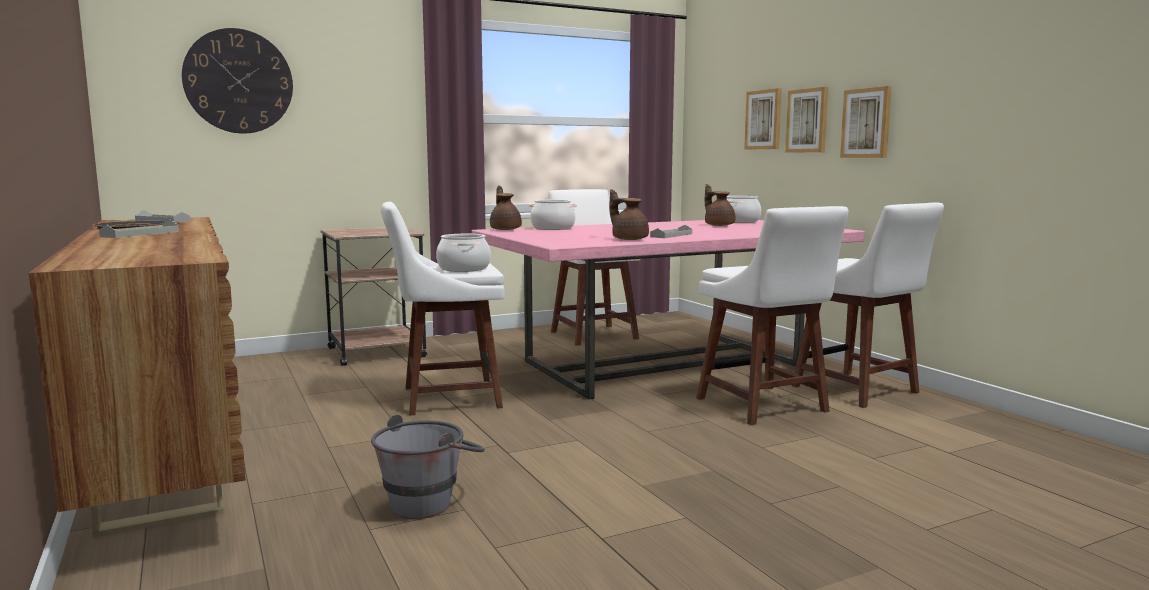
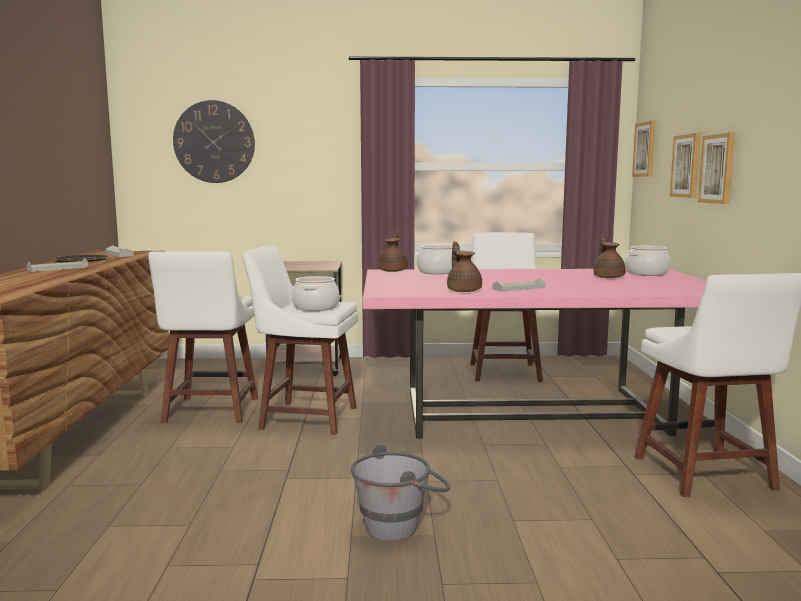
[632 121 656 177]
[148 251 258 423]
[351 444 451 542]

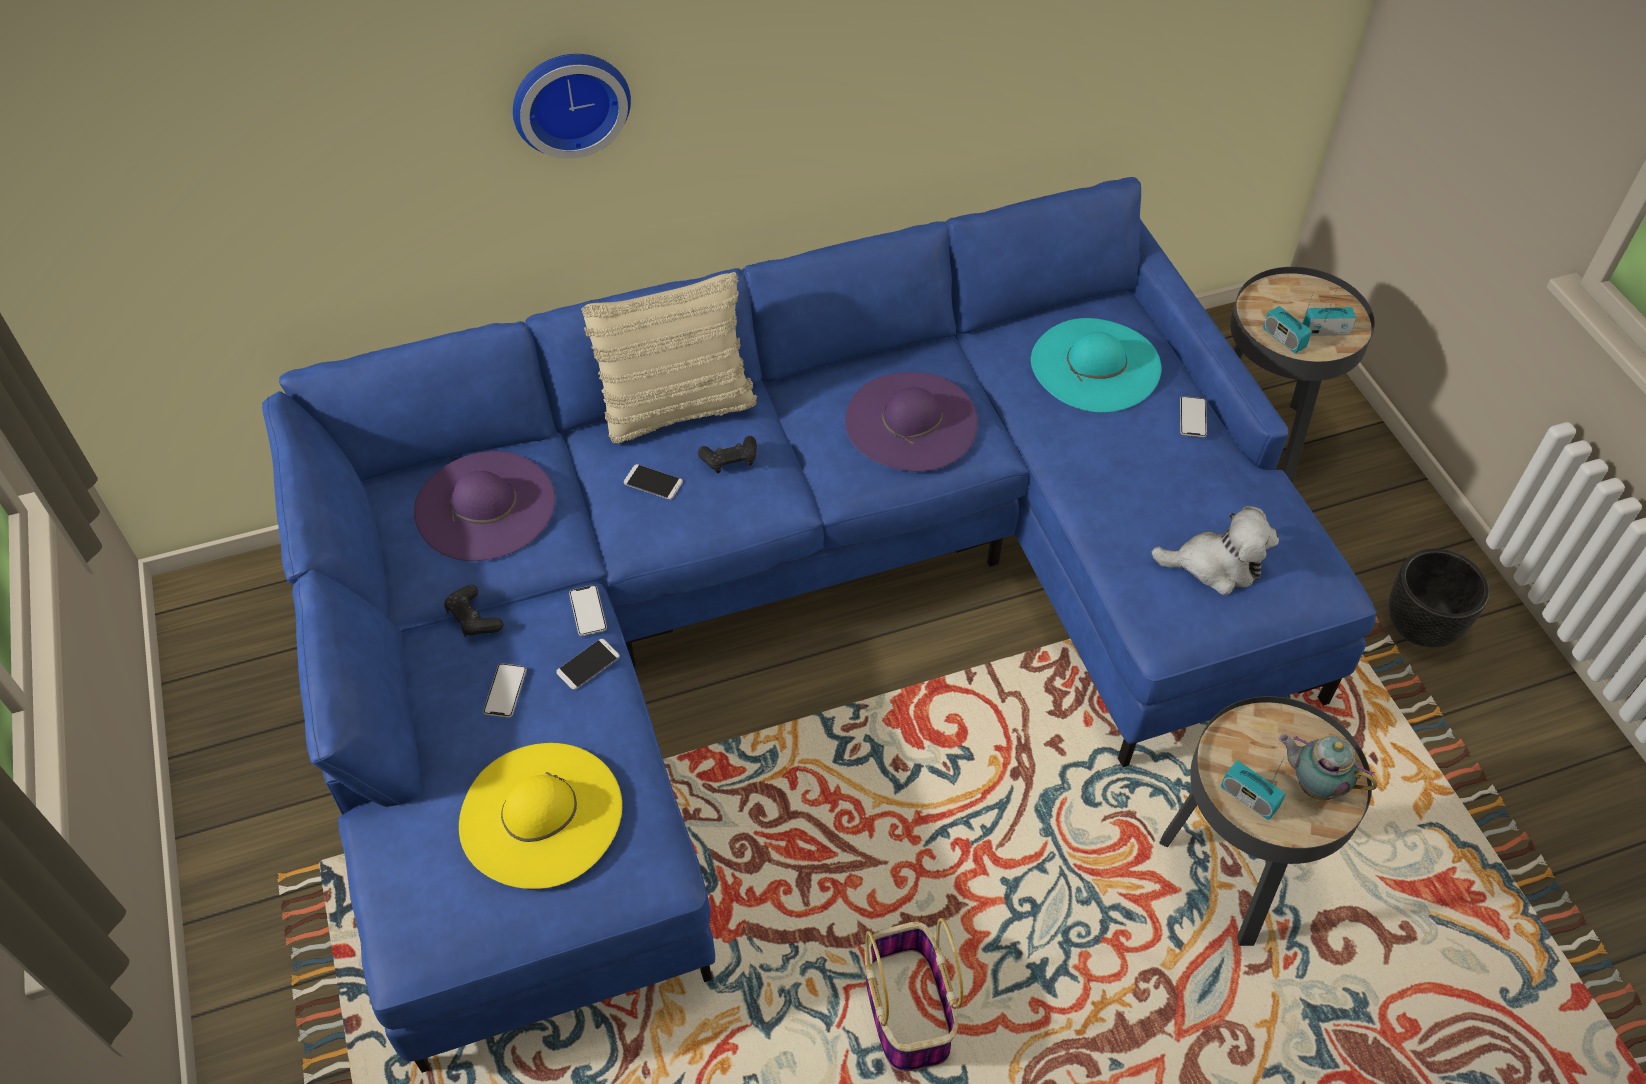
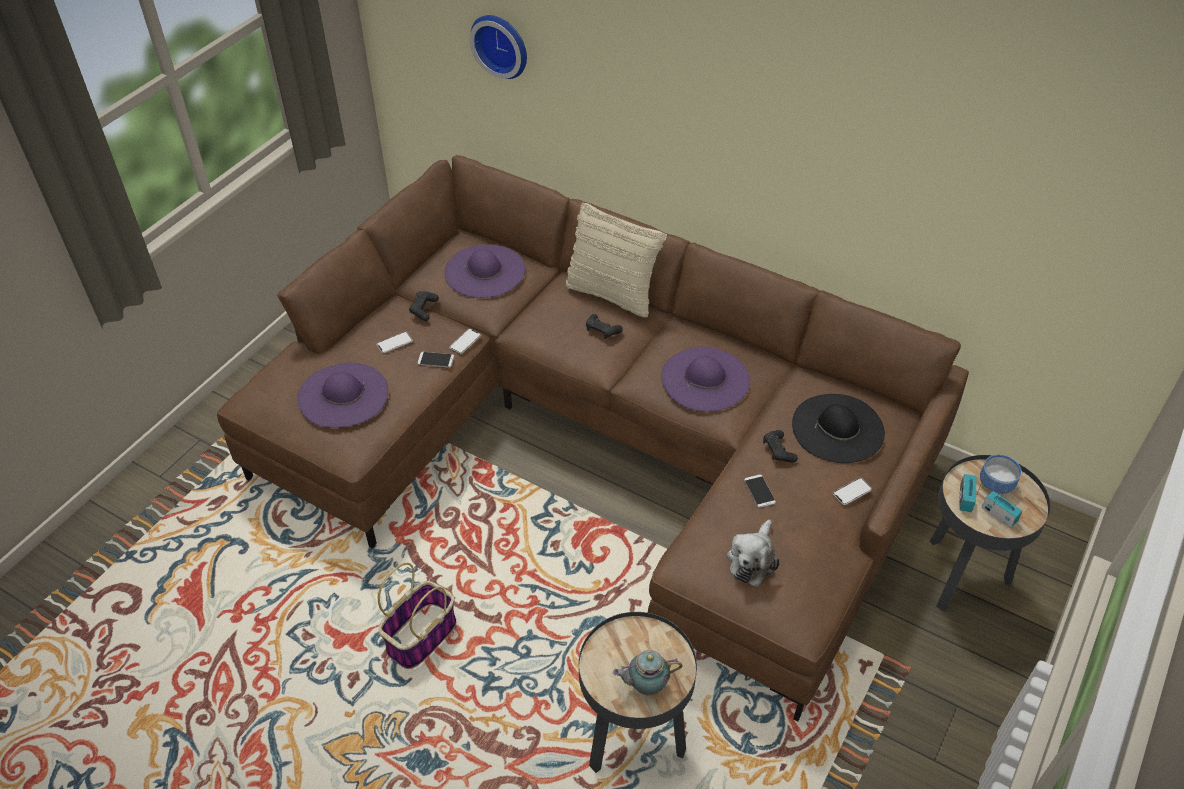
[470 15 527 79]
[217 155 969 722]
[792 394 885 463]
[744 474 776 508]
[727 519 780 587]
[1388 548 1490 647] (first image)
[613 650 683 695]
[298 362 388 428]
[1221 754 1286 820] (first image)
[763 430 798 463]
[980 455 1021 494]

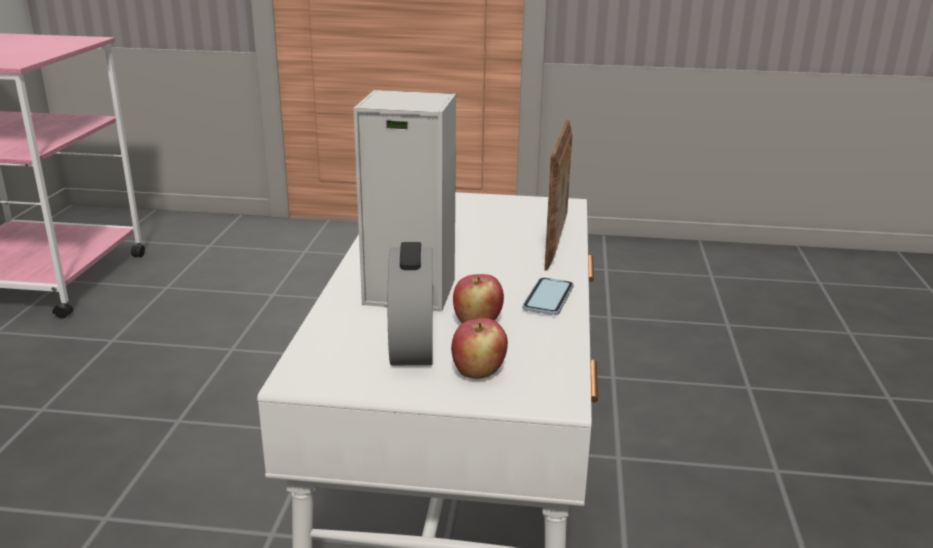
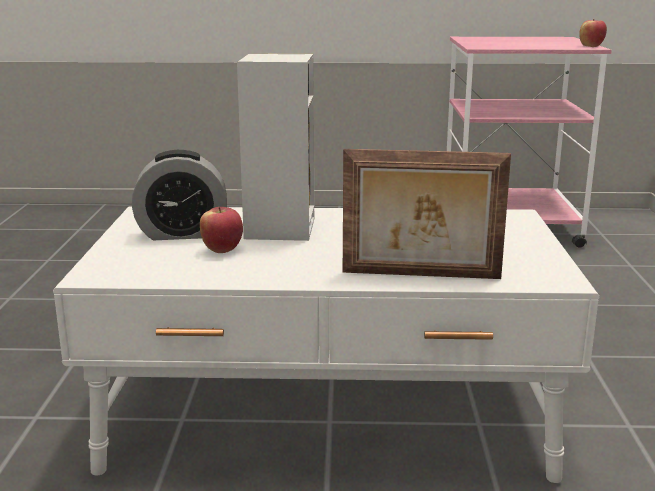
[523 278 574 315] (first image)
[579 19 607 47]

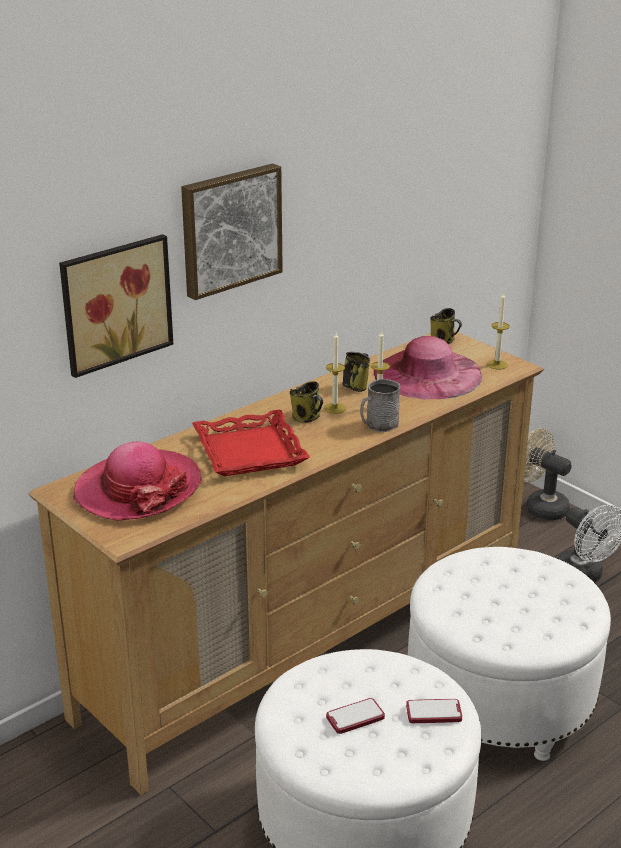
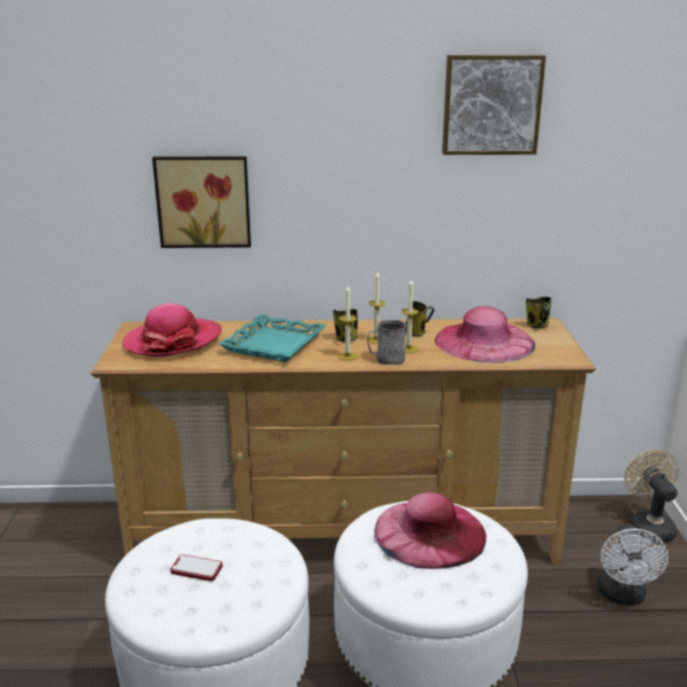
[442 55 546 155]
[338 286 358 361]
[219 314 326 362]
[406 699 462 723] (first image)
[374 493 487 569]

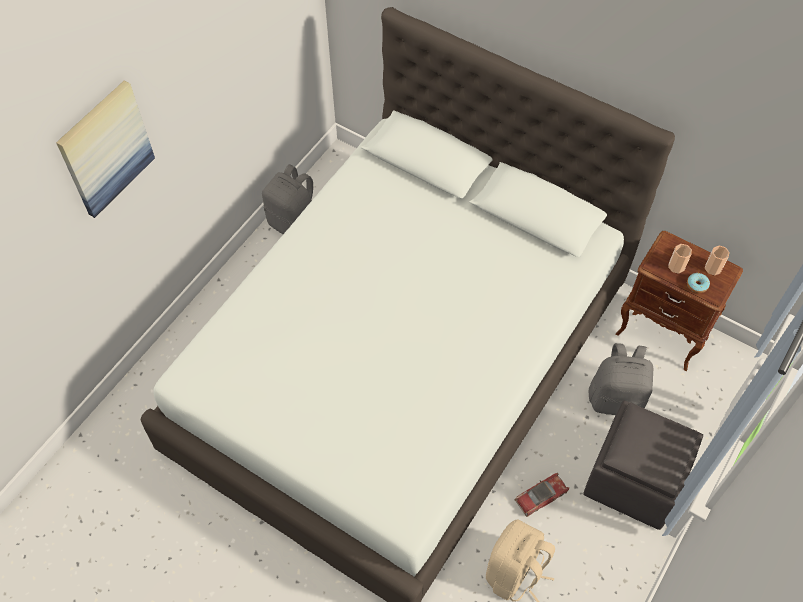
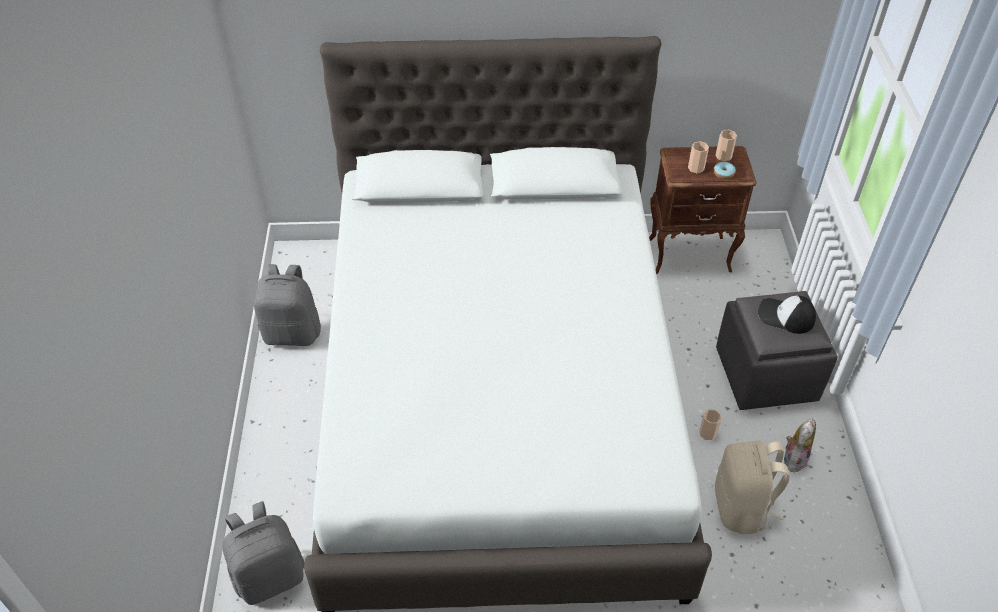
[56 81 155 218] (first image)
[222 501 304 605]
[699 409 721 440]
[758 295 816 334]
[784 418 816 472]

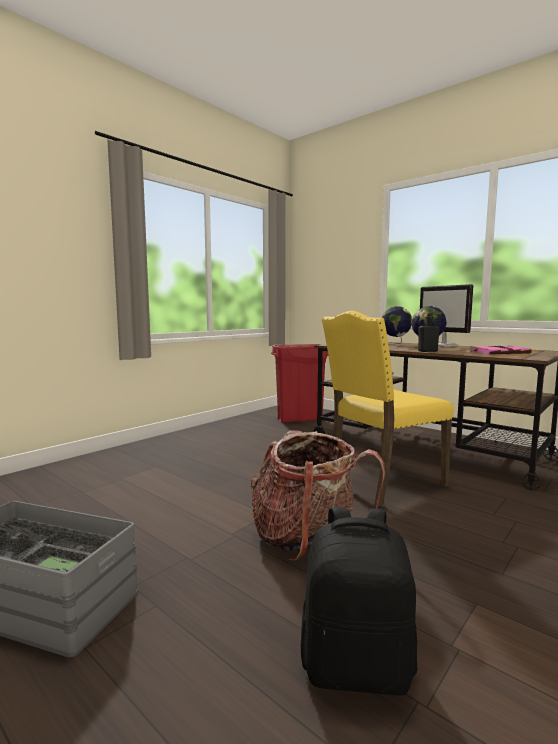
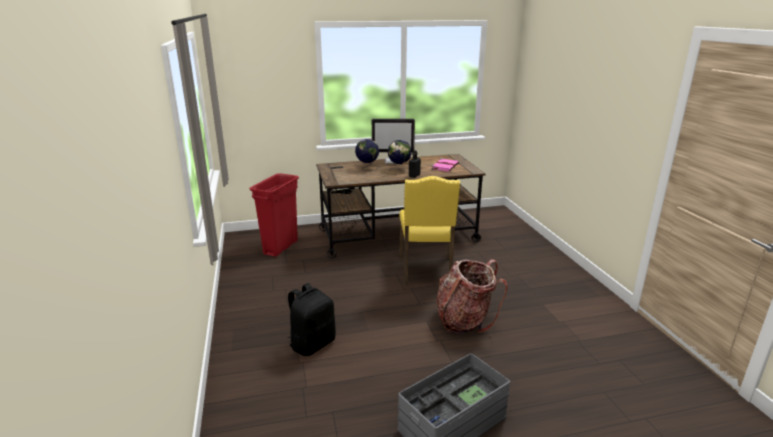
[288 283 336 356]

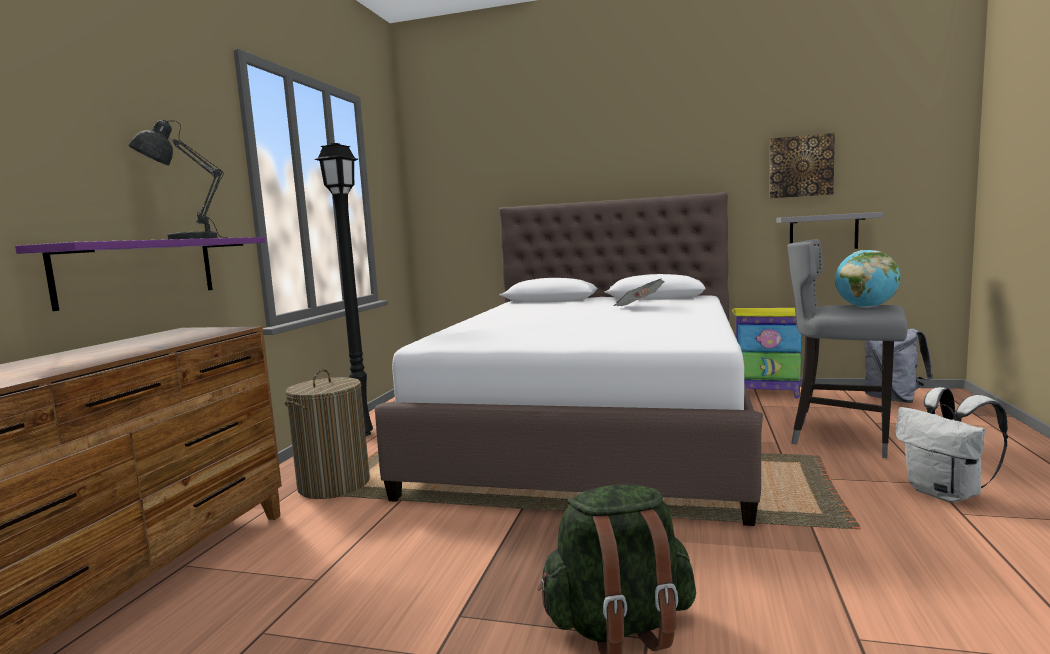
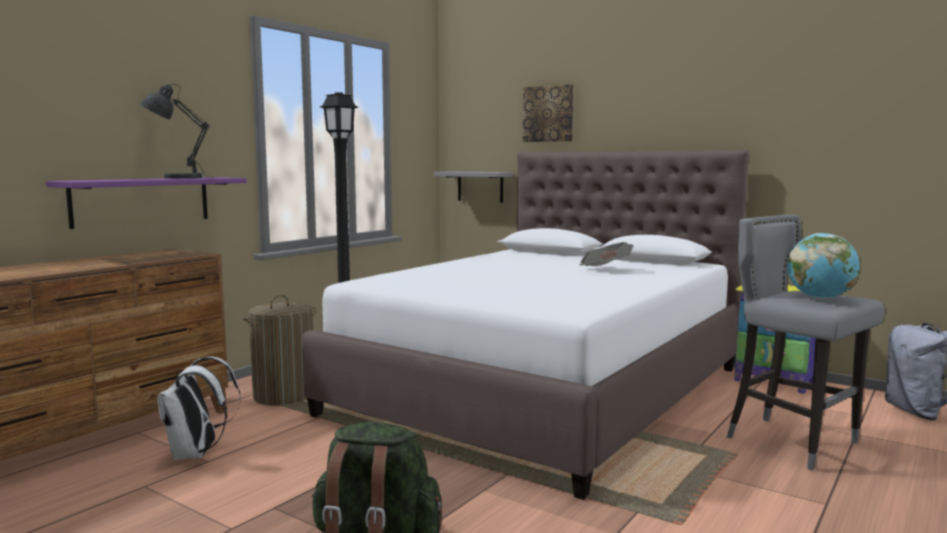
[523 84 574 142]
[434 172 513 203]
[158 356 241 460]

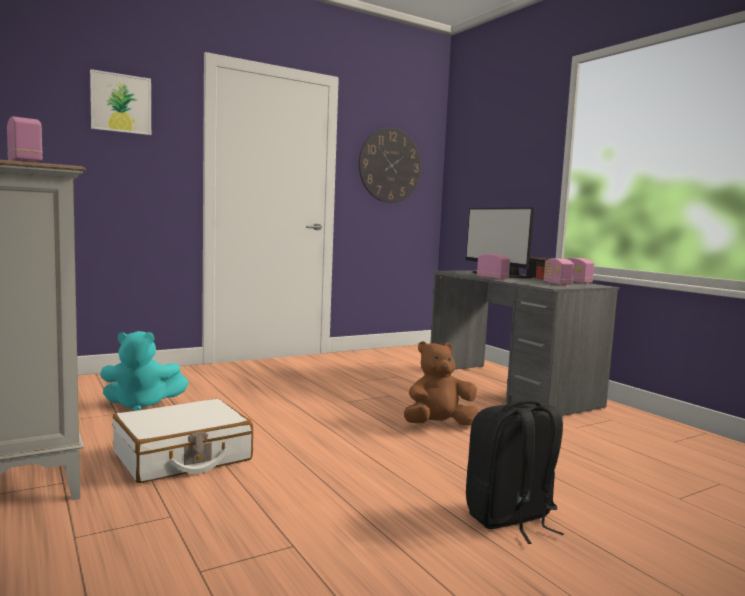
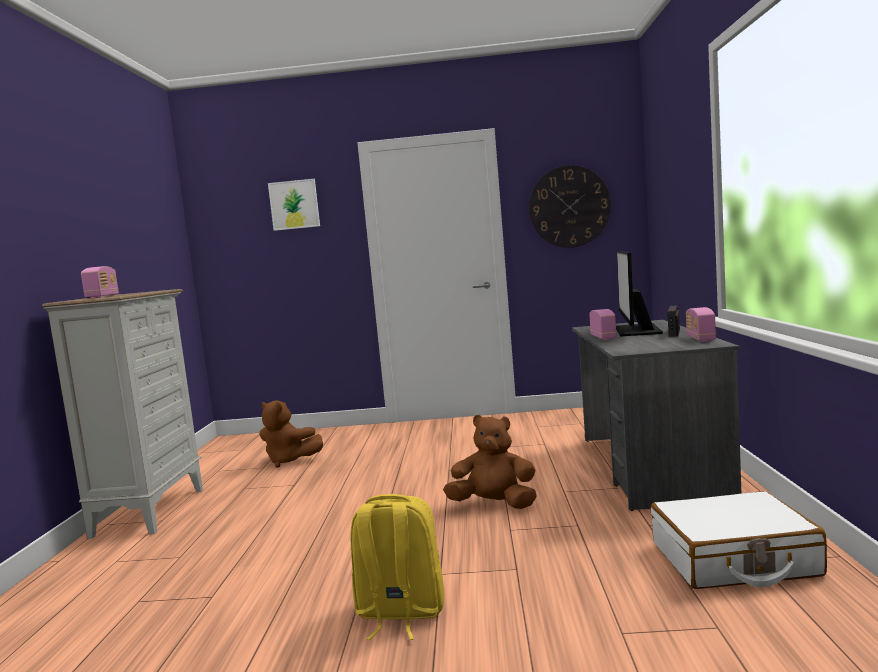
[544 258 574 286] (first image)
[260 401 323 468]
[651 491 827 589]
[350 494 445 640]

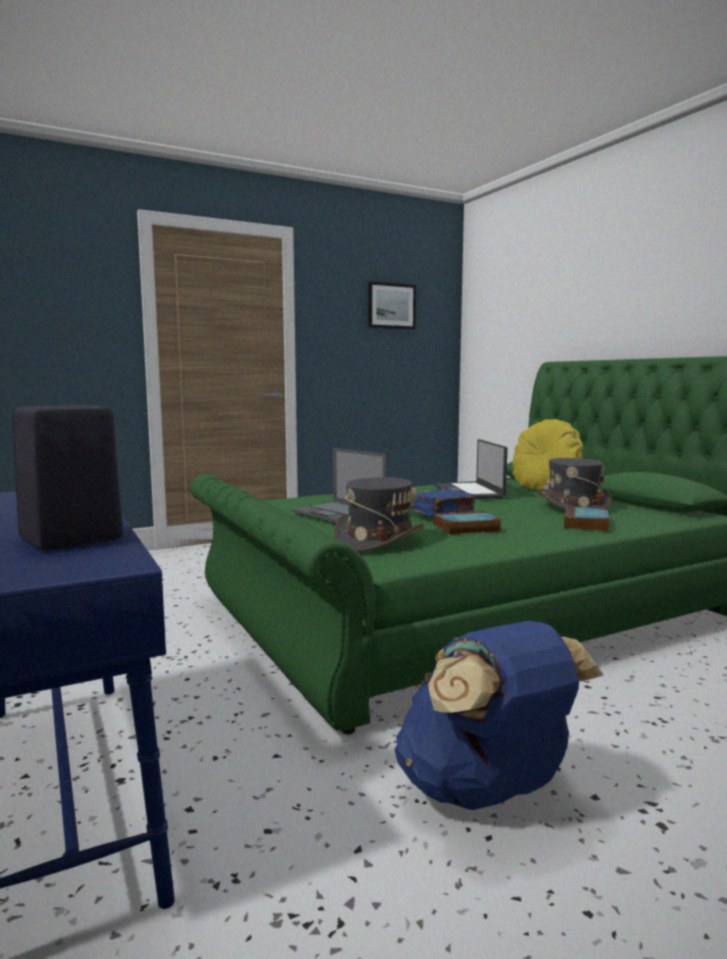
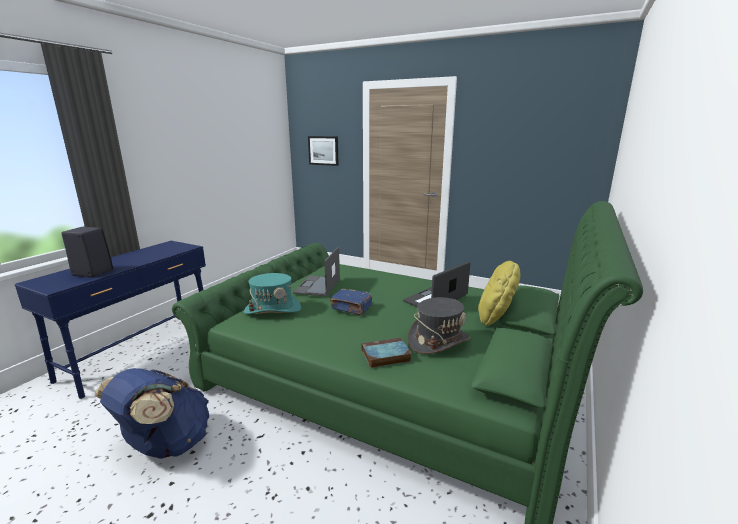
[308 136 339 166]
[244 273 301 314]
[433 511 502 535] (first image)

